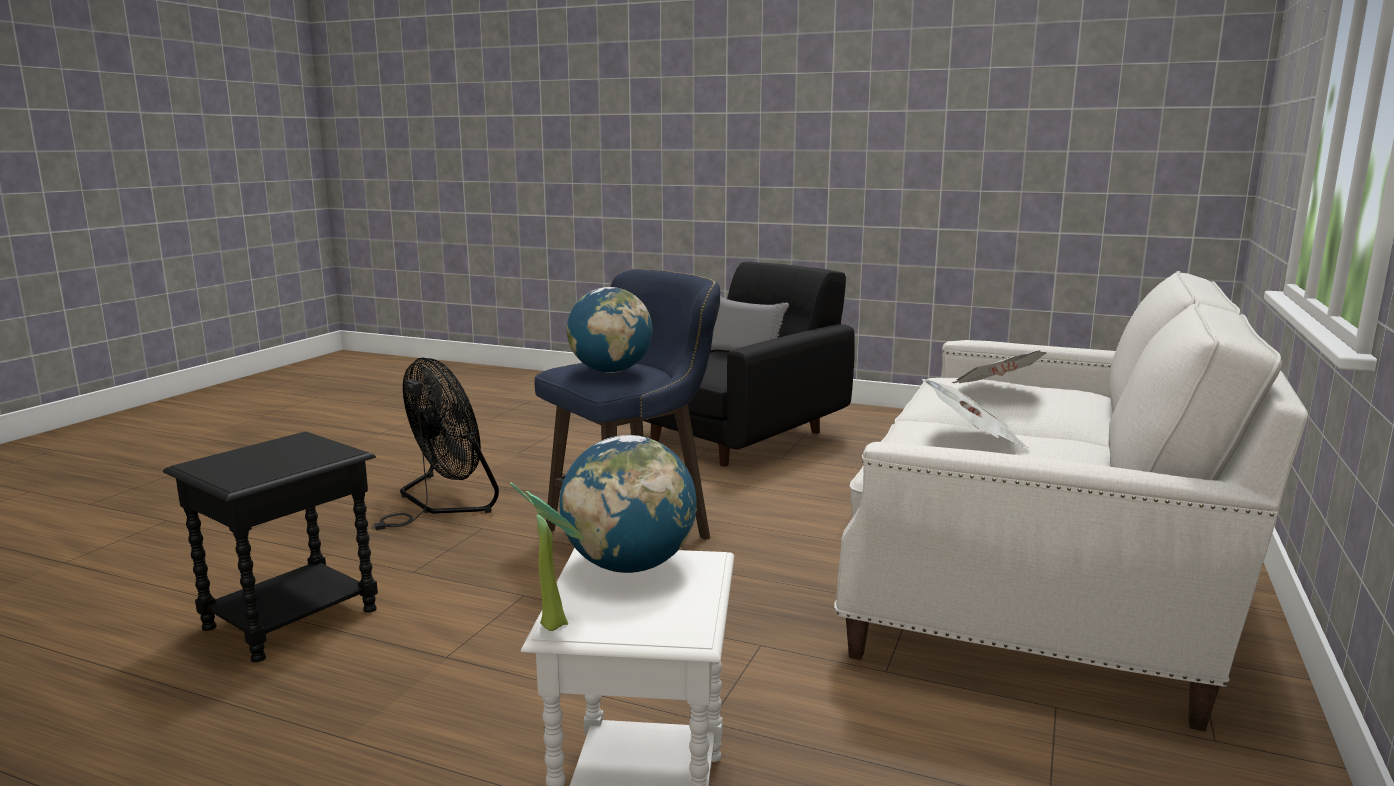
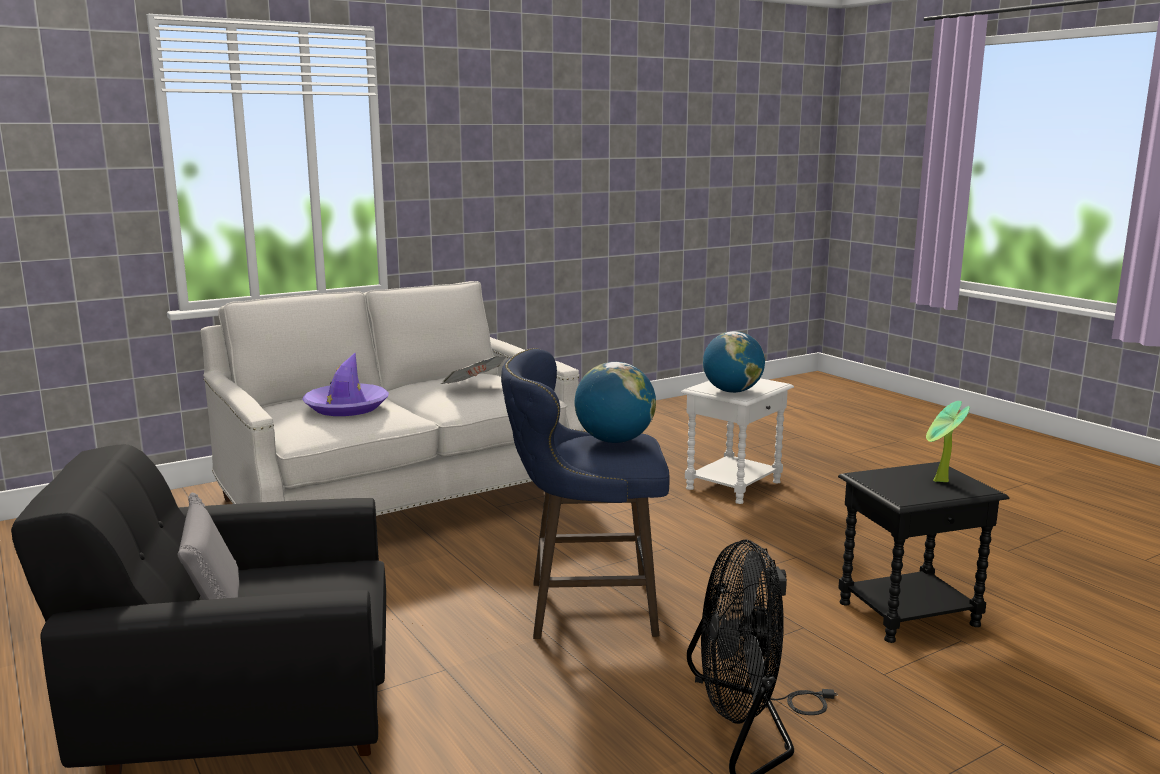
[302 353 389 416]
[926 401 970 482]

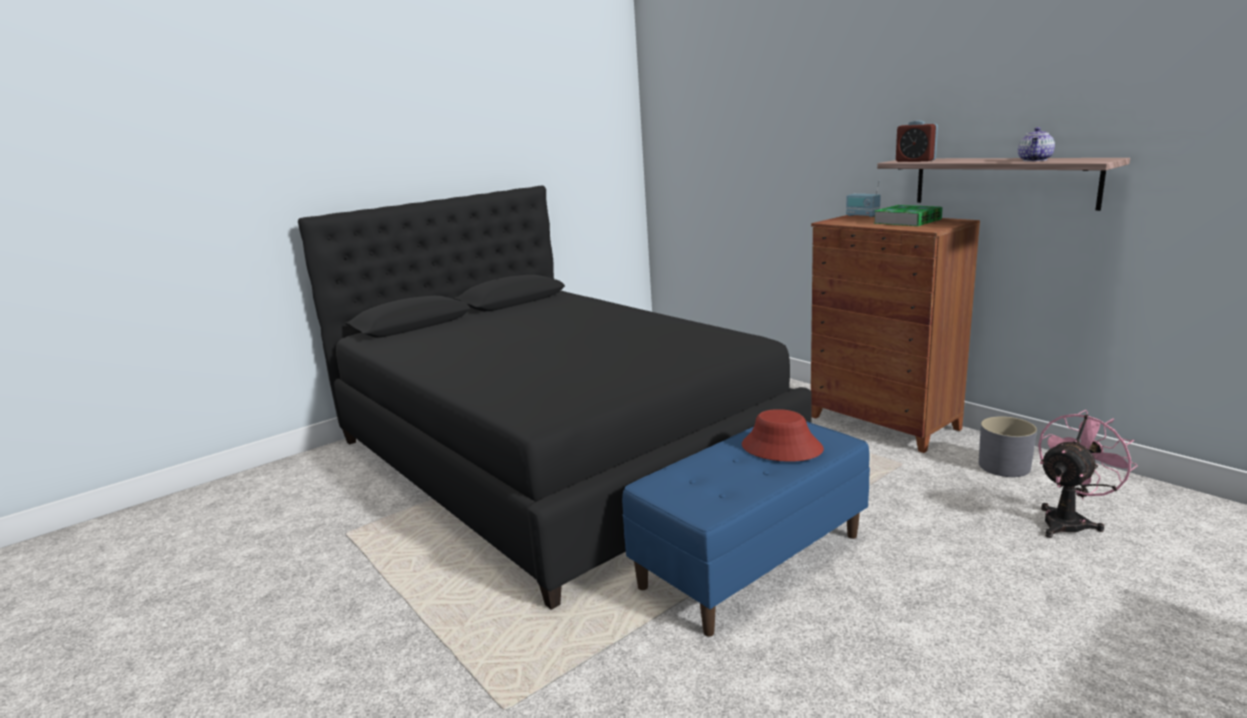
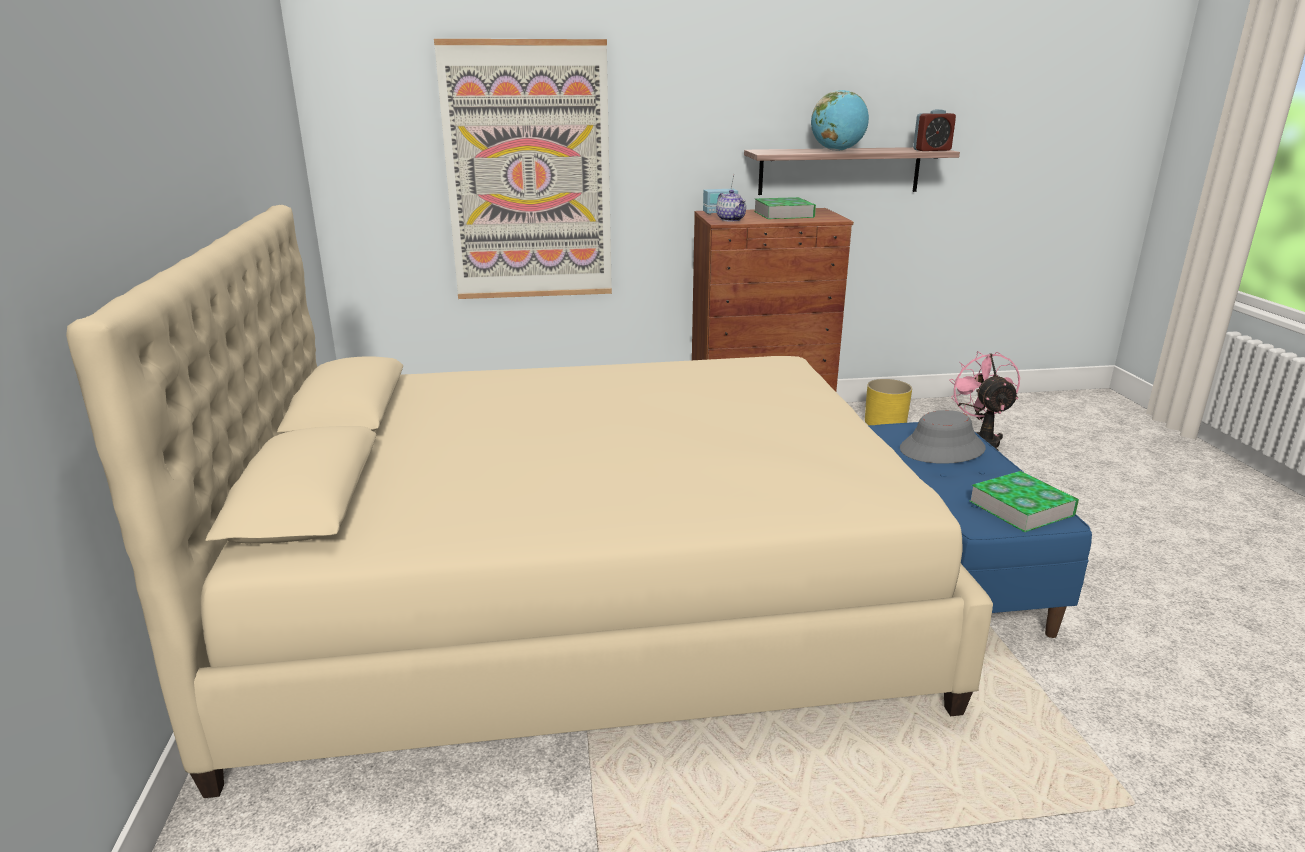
[913 109 956 151]
[716 190 746 221]
[66 205 993 798]
[900 410 986 464]
[865 379 912 425]
[434 39 612 299]
[811 90 869 151]
[969 471 1079 532]

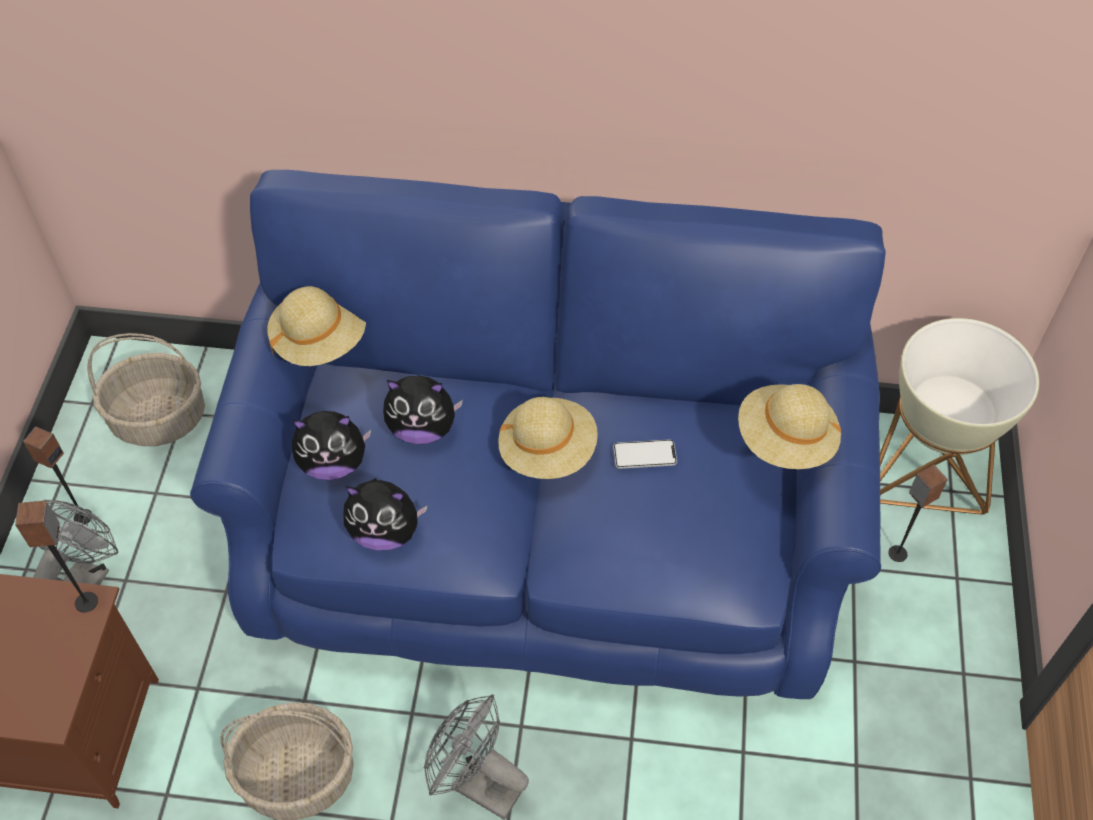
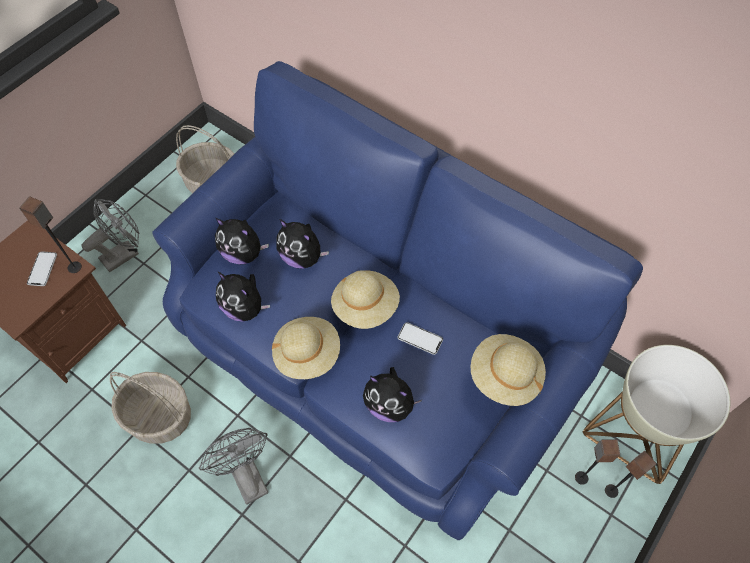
[272 317 340 379]
[605 450 657 498]
[27 251 57 286]
[363 367 423 422]

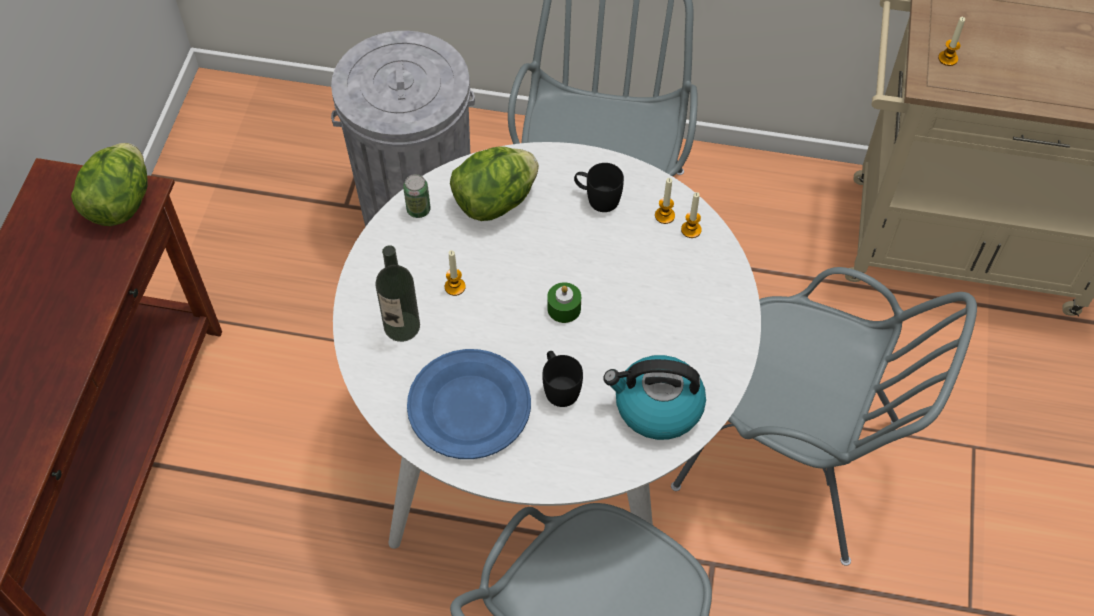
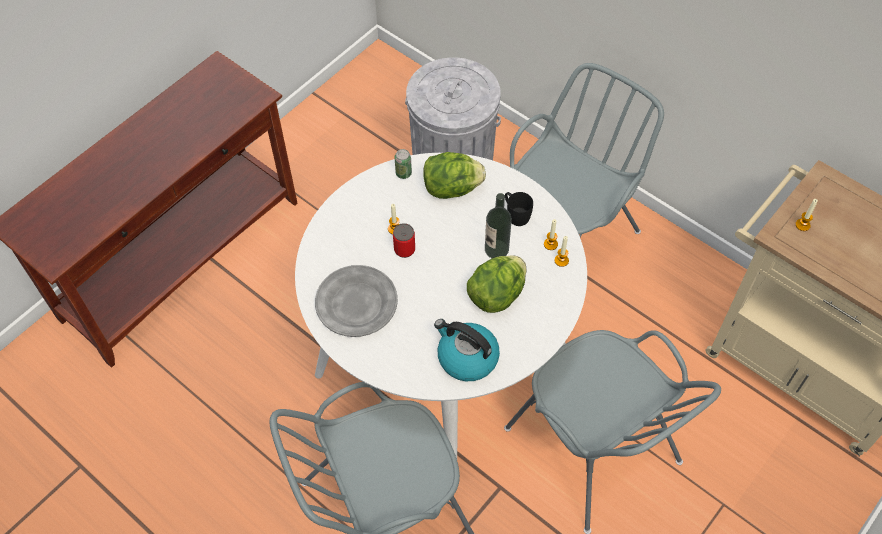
[467 255 526 313]
[485 193 512 258]
[547 282 581 323] (first image)
[315 265 398 337]
[542 351 583 407] (first image)
[393 223 415 258]

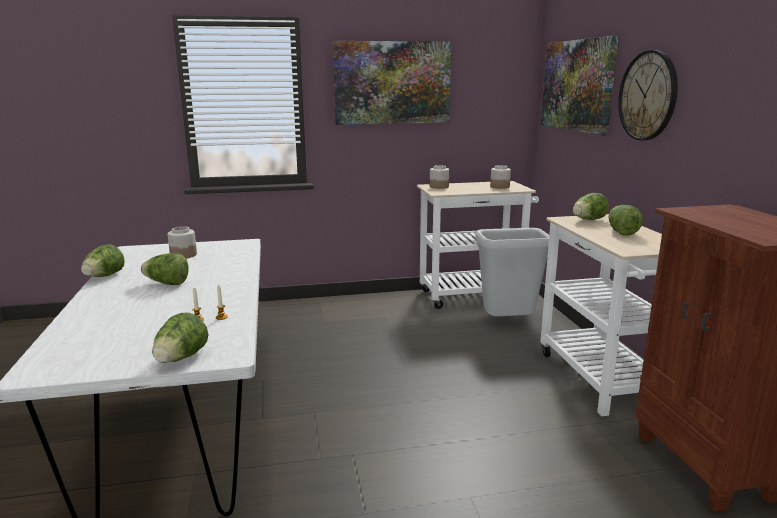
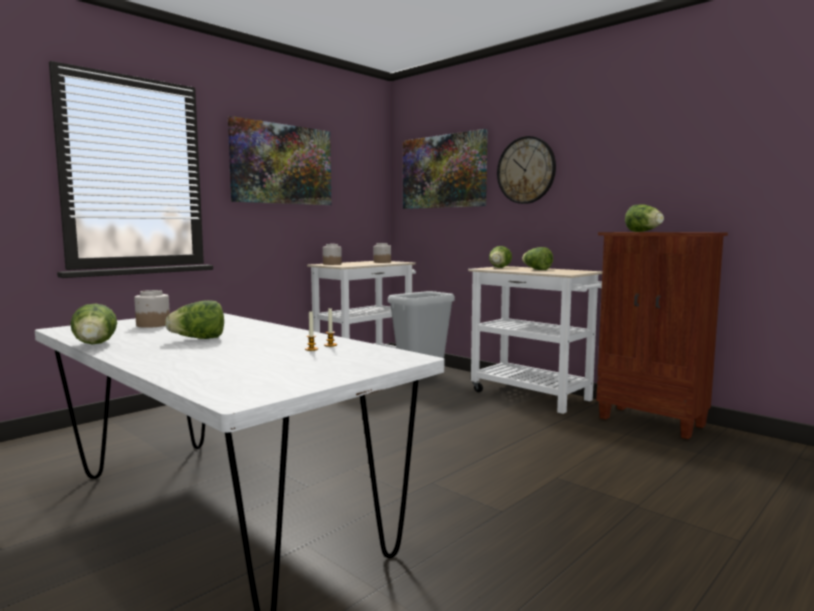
[625 204 664 232]

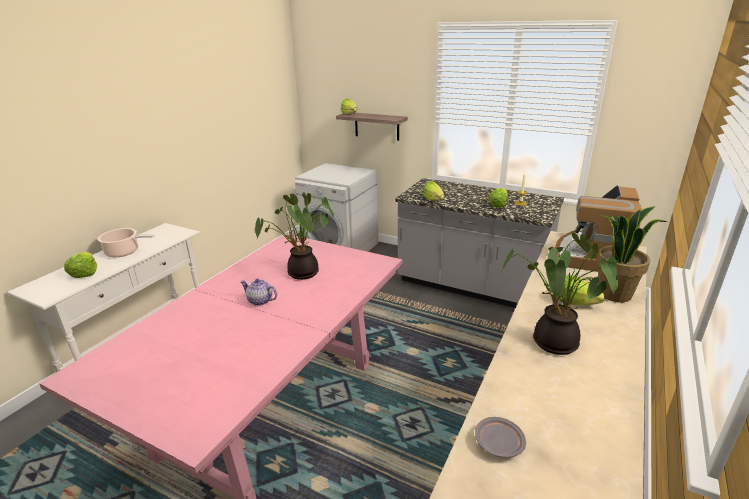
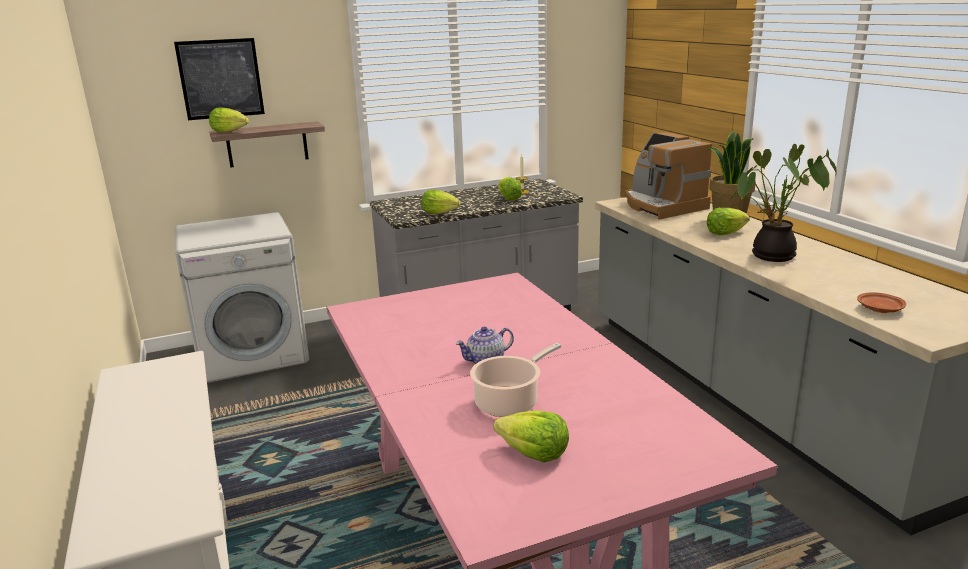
[255 192 334 280] (first image)
[470 343 561 417]
[494 411 569 462]
[857 292 906 313]
[174 38 265 120]

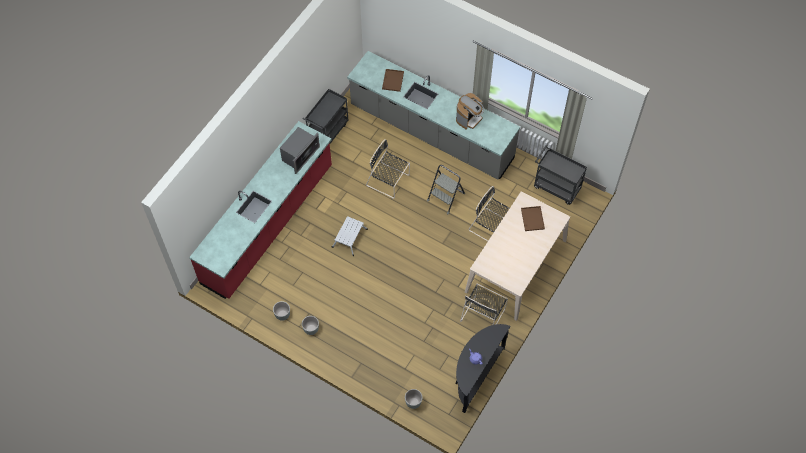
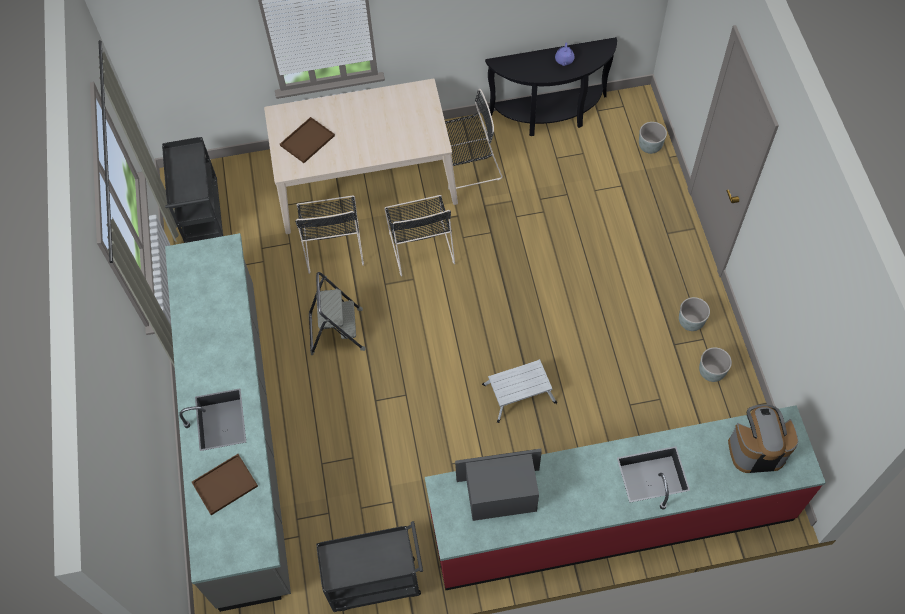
[728 405 799 473]
[384 195 455 277]

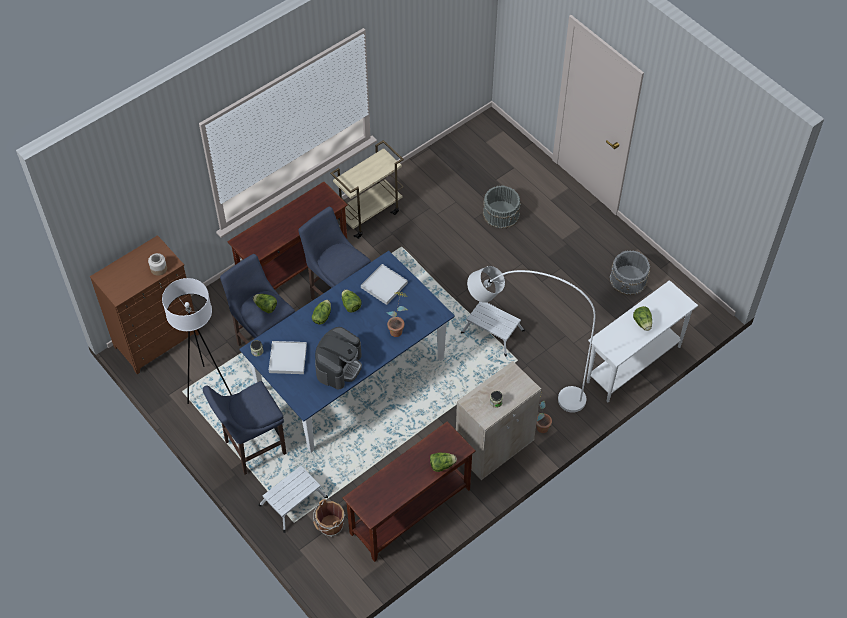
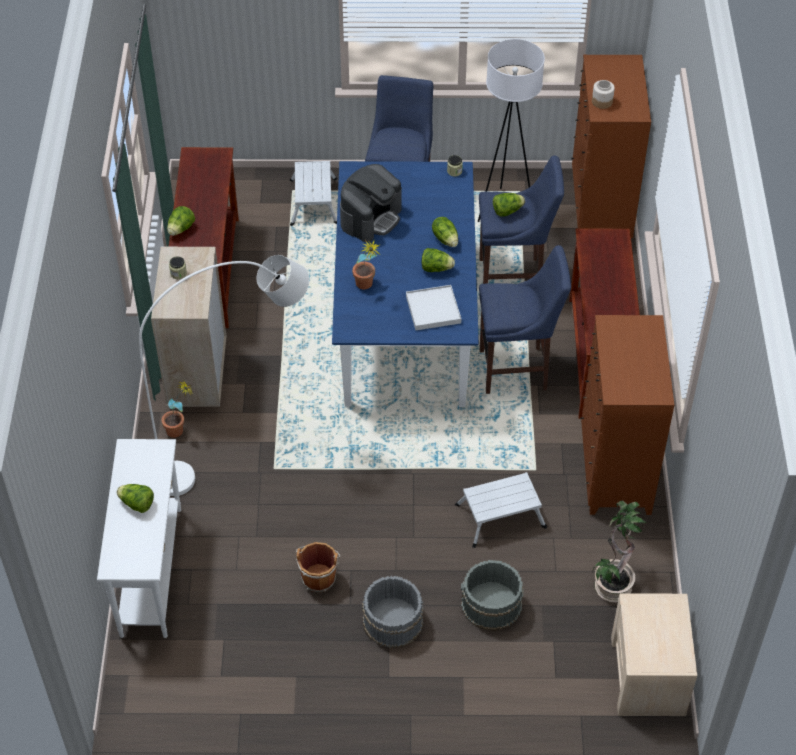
[580 315 674 515]
[362 576 424 648]
[455 472 547 548]
[340 164 402 242]
[269 341 307 374] (first image)
[296 542 340 593]
[593 501 647 603]
[611 593 697 716]

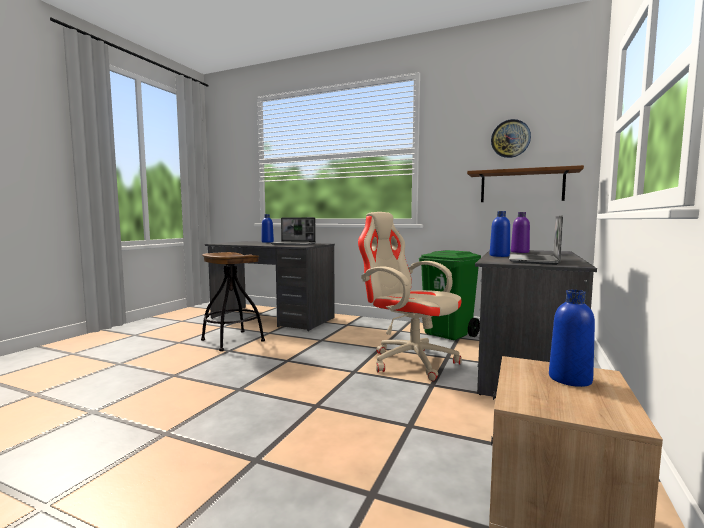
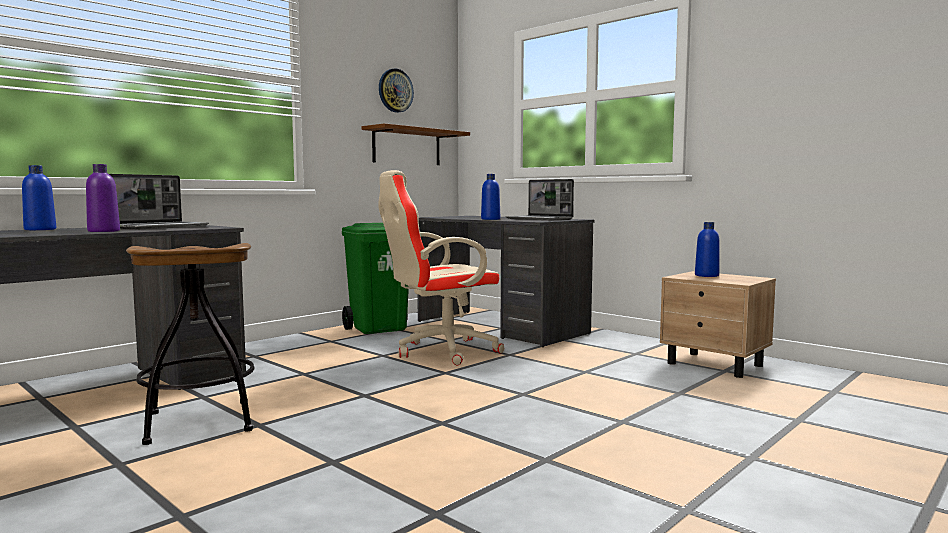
[86 164 120 232]

